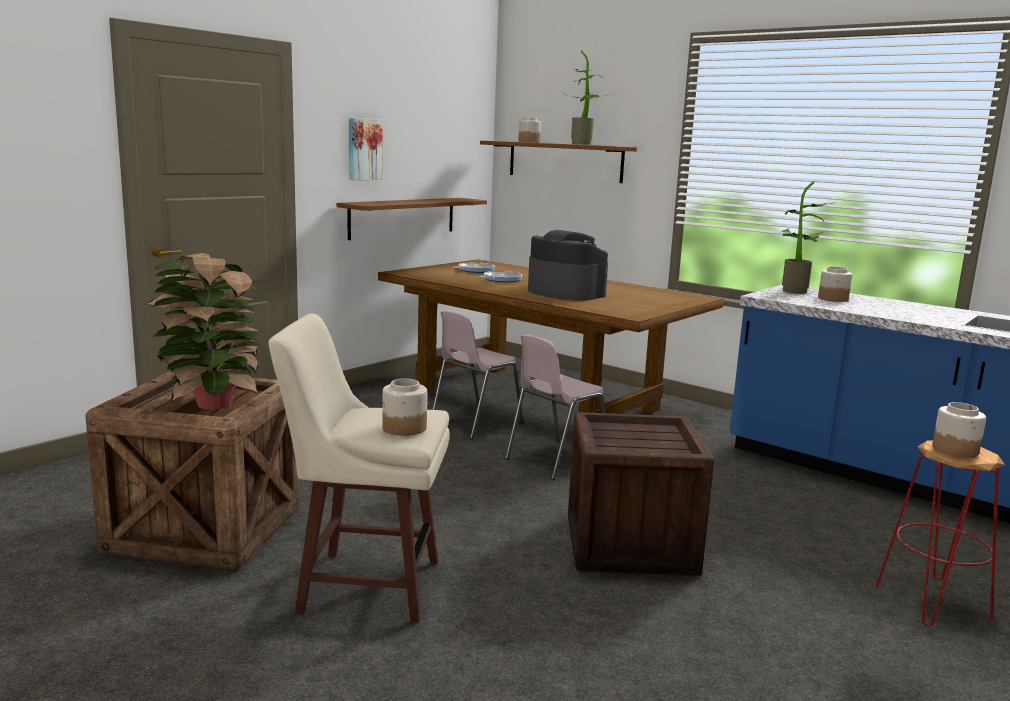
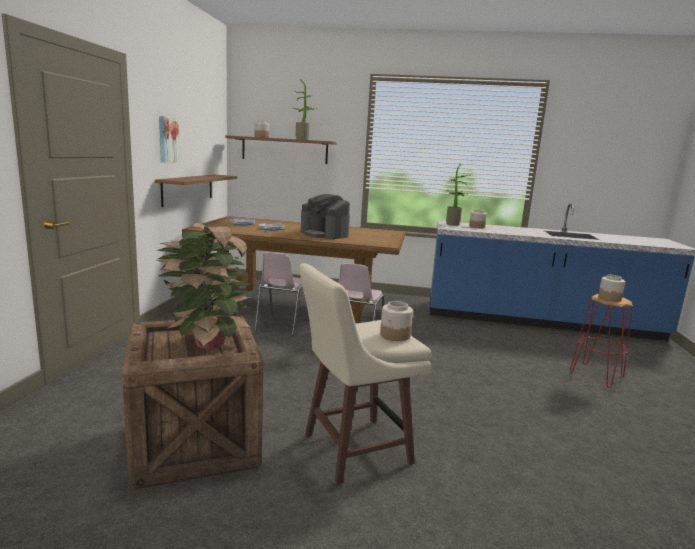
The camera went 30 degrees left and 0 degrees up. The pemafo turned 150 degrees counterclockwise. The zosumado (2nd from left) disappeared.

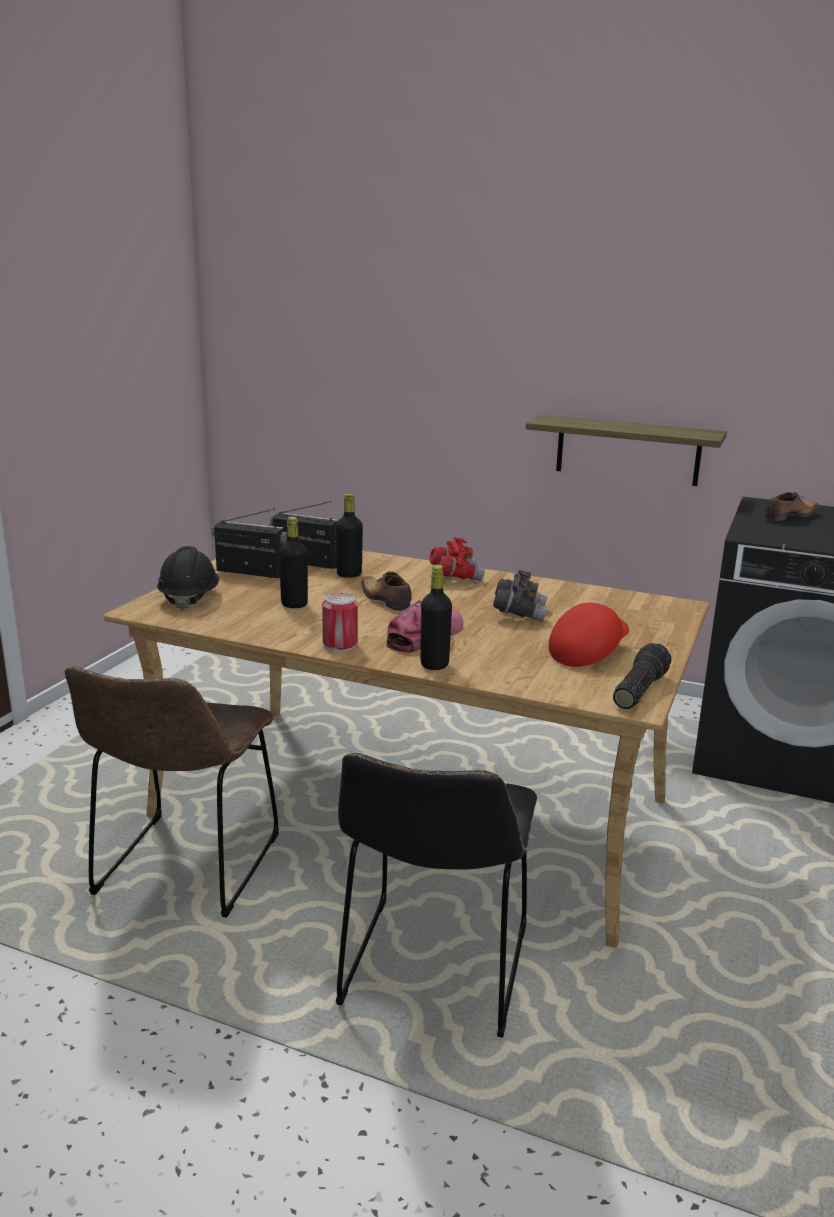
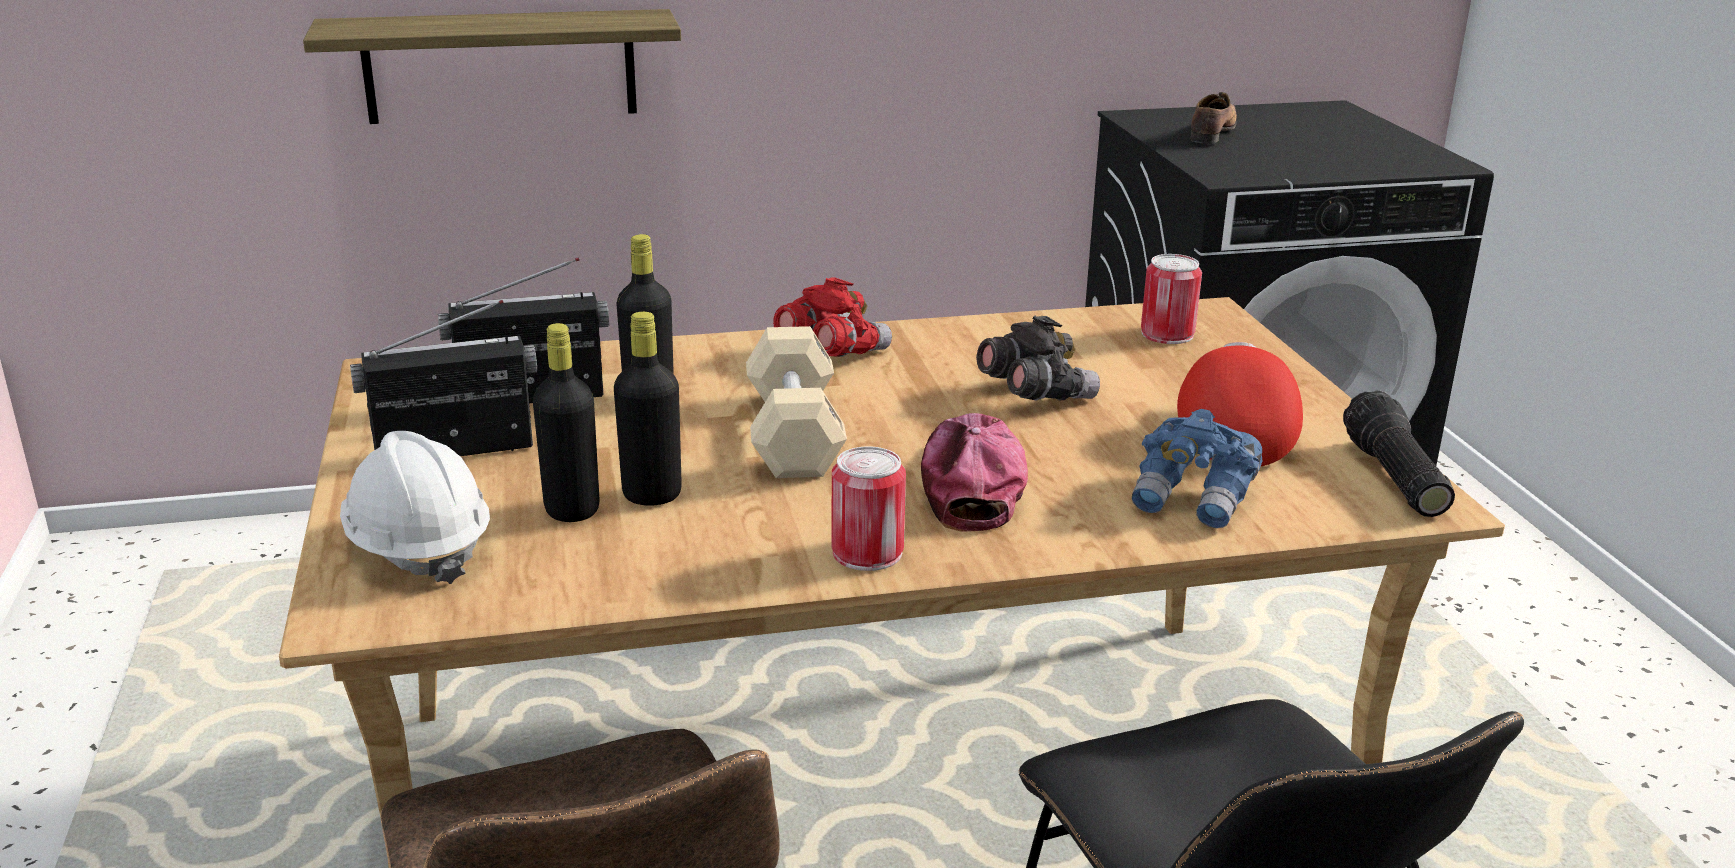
The camera went 35 degrees left and 5 degrees up. The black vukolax became the white vukolax. The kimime (1st from left) was replaced by the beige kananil. The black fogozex (3rd from left in the first image) moved. The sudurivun moved. The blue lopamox appeared. The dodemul (2nd from left) appeared.

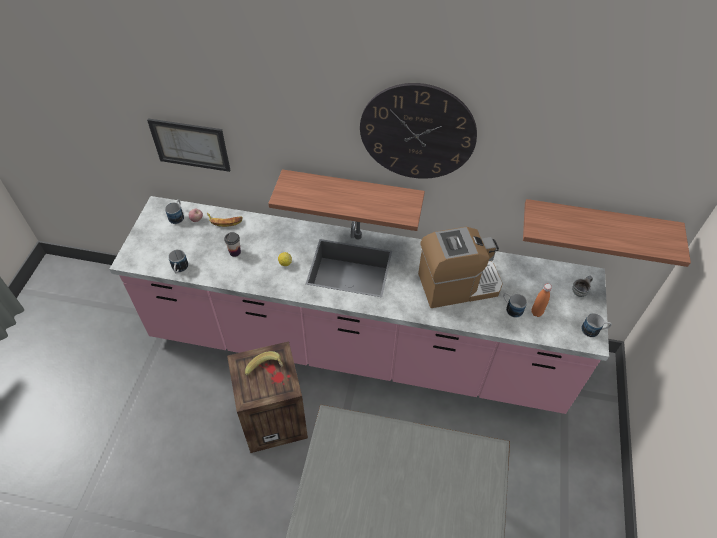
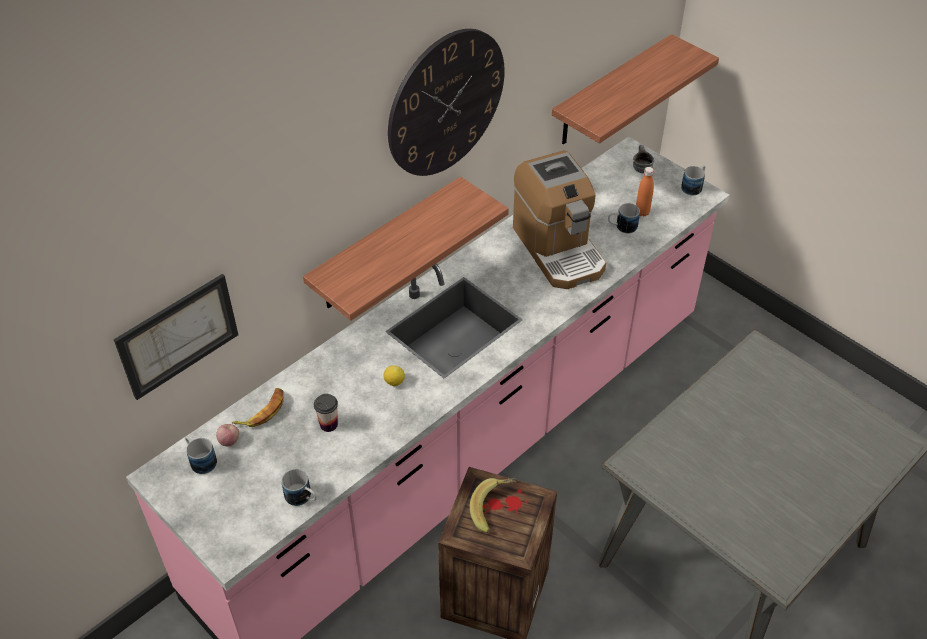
The camera went 55 degrees left and 5 degrees down. The pemafo turned 135 degrees clockwise.

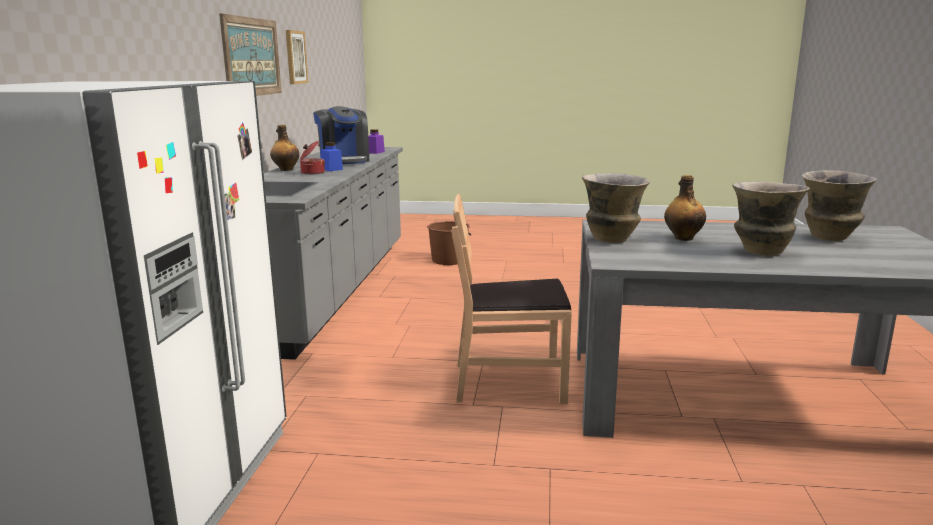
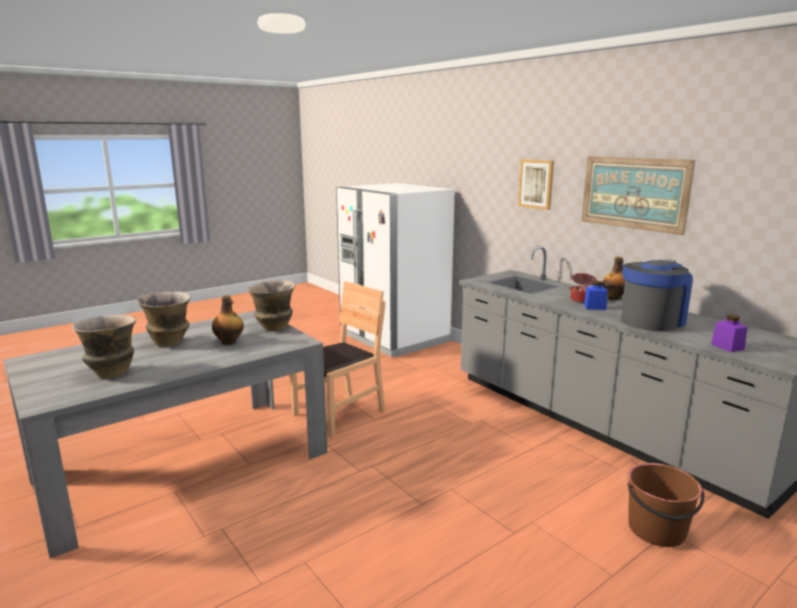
The camera went 135 degrees right and 0 degrees up. The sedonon (2nd from left in the first image) moved. The pemafo turned 120 degrees clockwise.

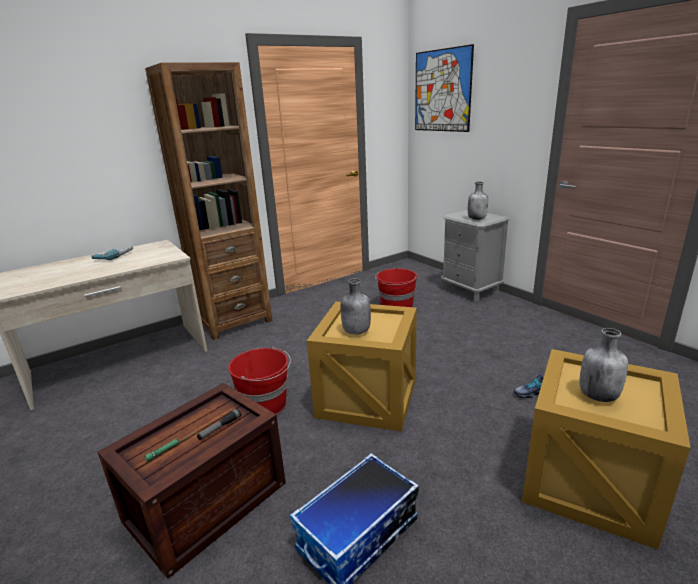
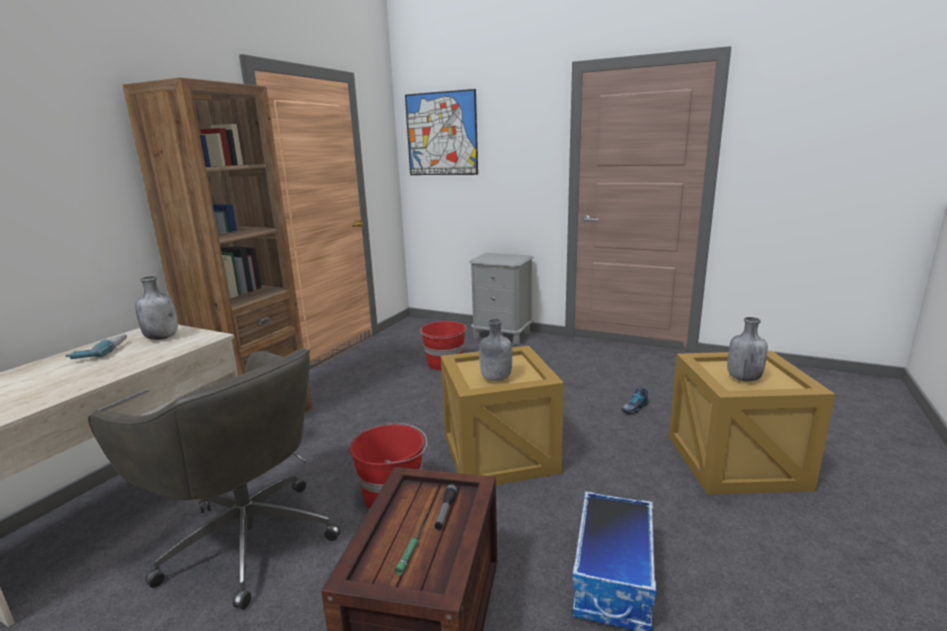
The camera went 30 degrees left and 5 degrees down. The grey fogozex (2nd from left in the first image) moved. The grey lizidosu appeared.

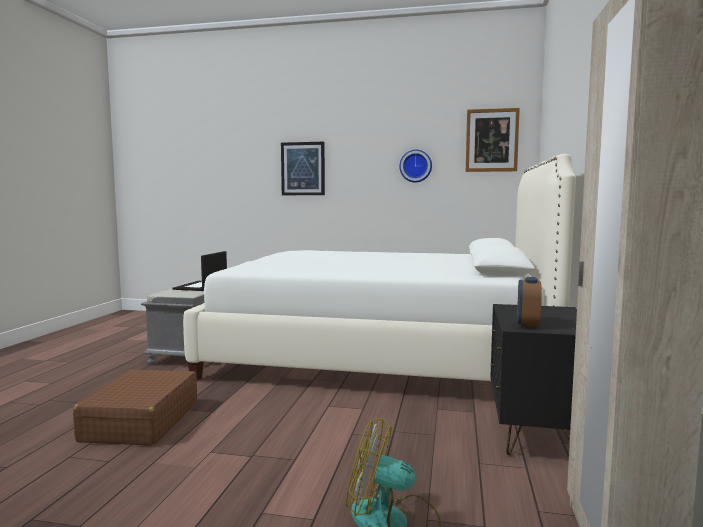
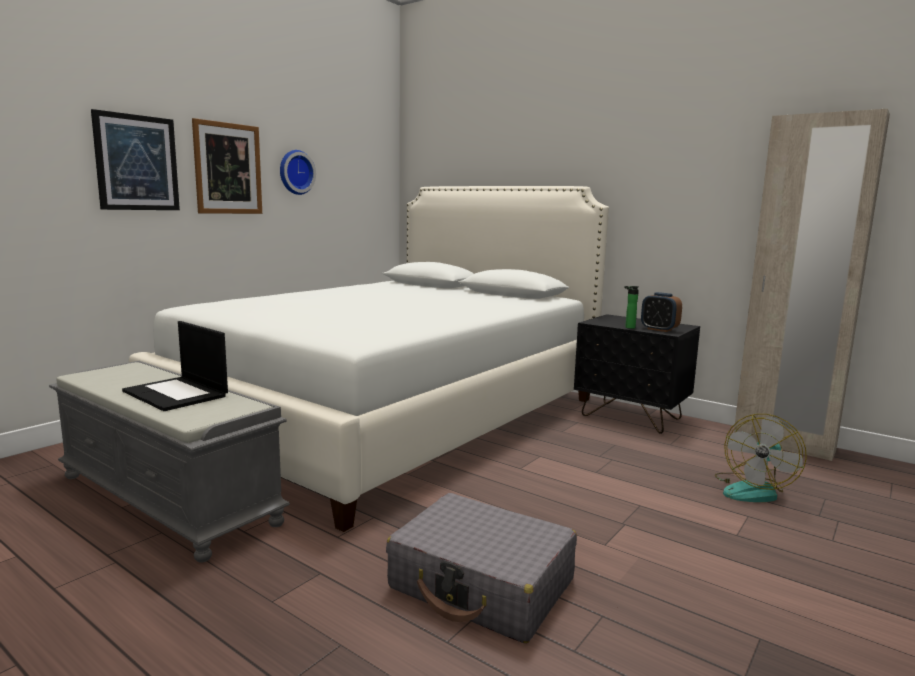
The camera went 65 degrees left and 5 degrees up. The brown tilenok became the grey tilenok. The sedonon (2nd from left) moved. The fogozex appeared.

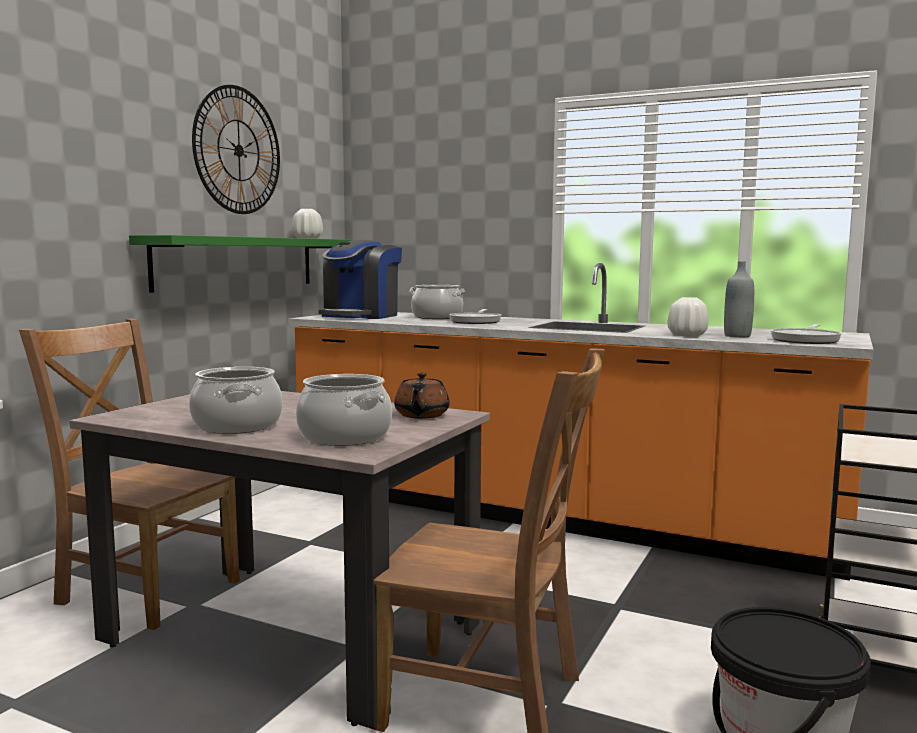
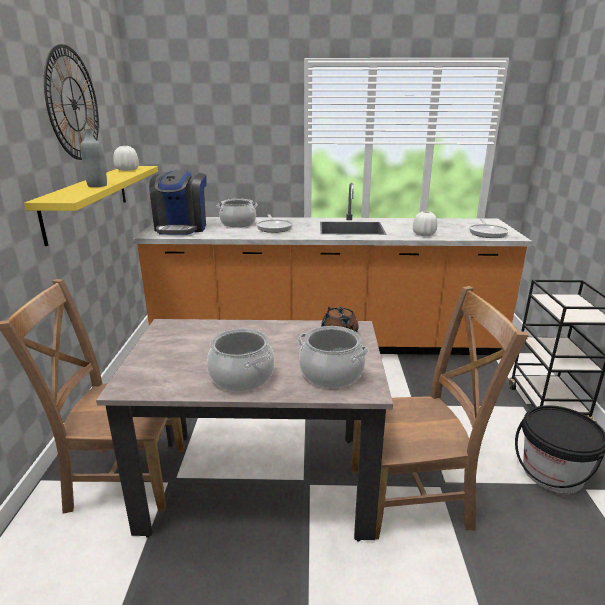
The camera went 25 degrees left and 15 degrees up. The green sudurivun became the yellow sudurivun. The grey fogozex moved.

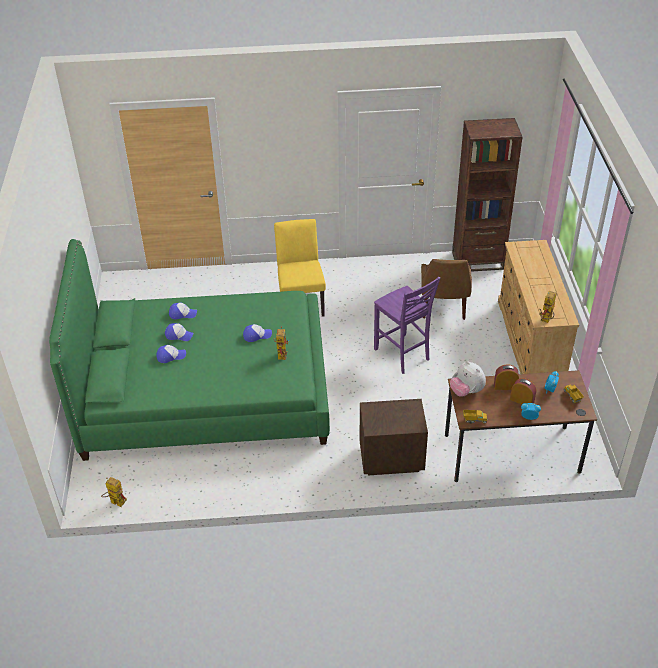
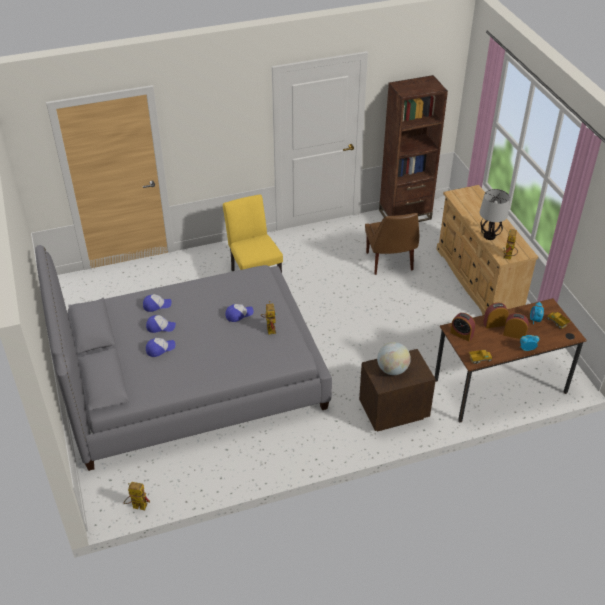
The camera went 15 degrees left and 0 degrees up. The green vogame became the grey vogame. The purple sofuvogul disappeared. The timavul was replaced by the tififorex (1st from left). The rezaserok appeared. The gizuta appeared.

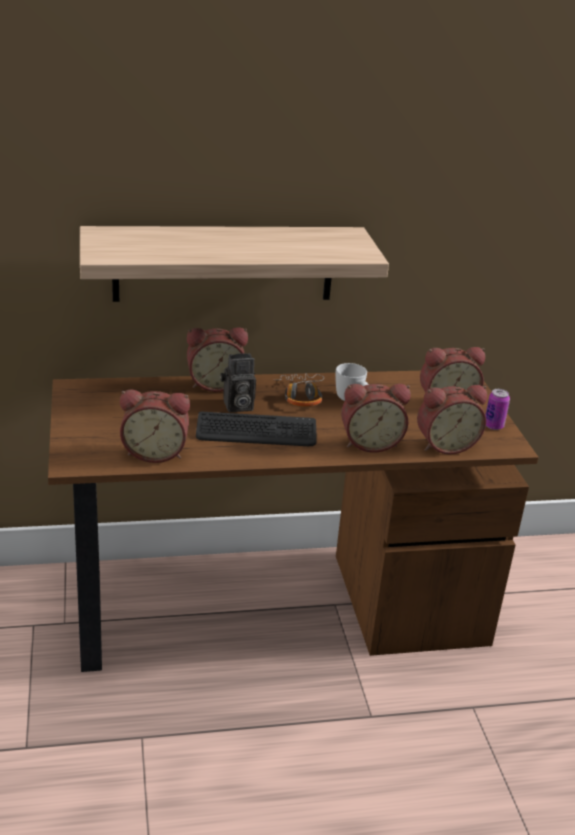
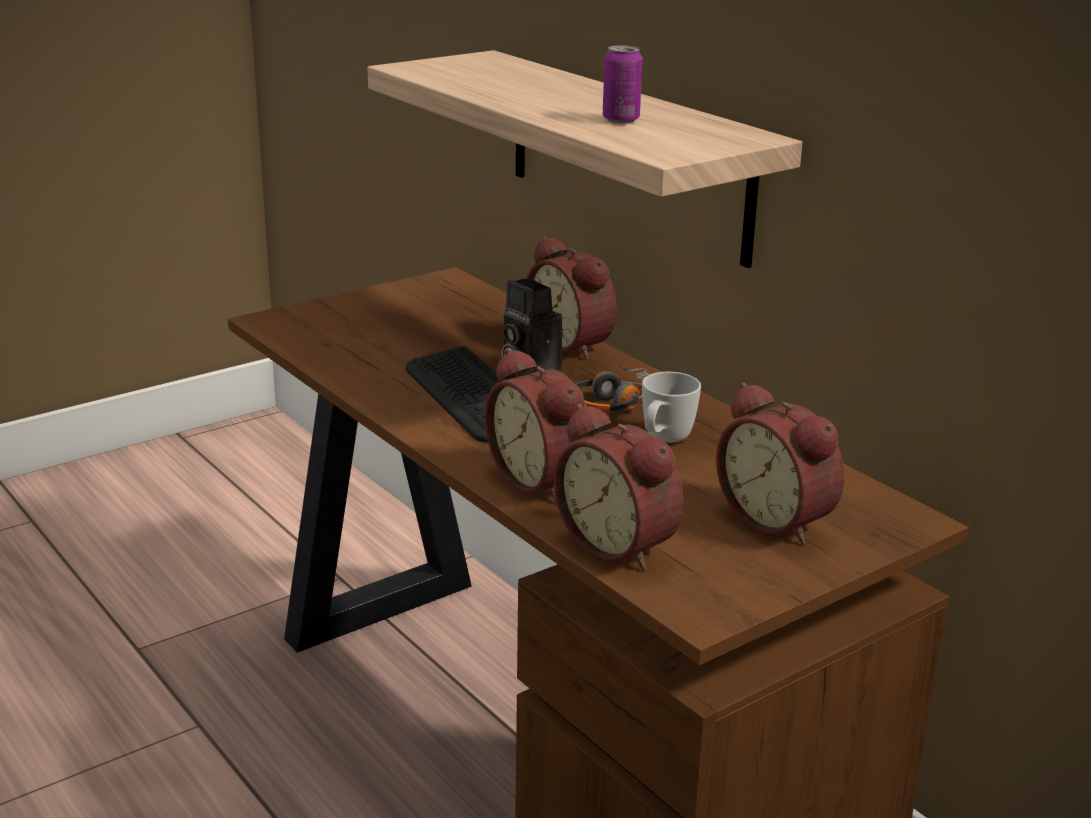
The camera went 65 degrees right and 5 degrees down. The tififorex (1st from left) disappeared. The dodemul moved.

